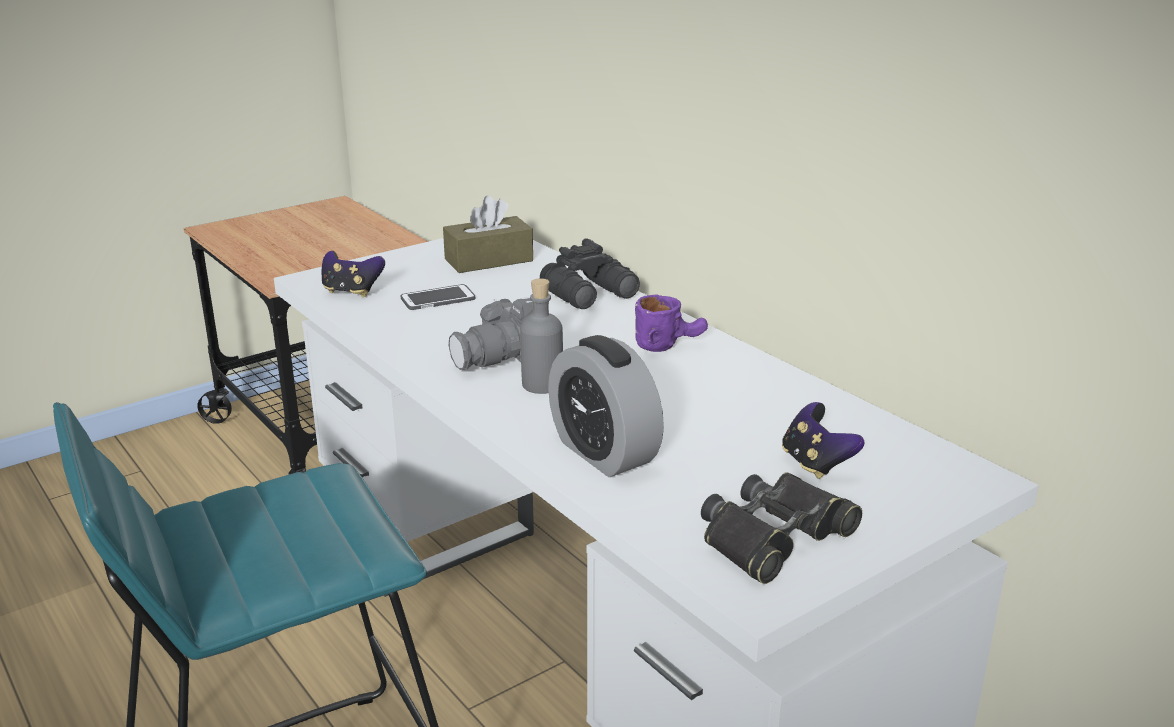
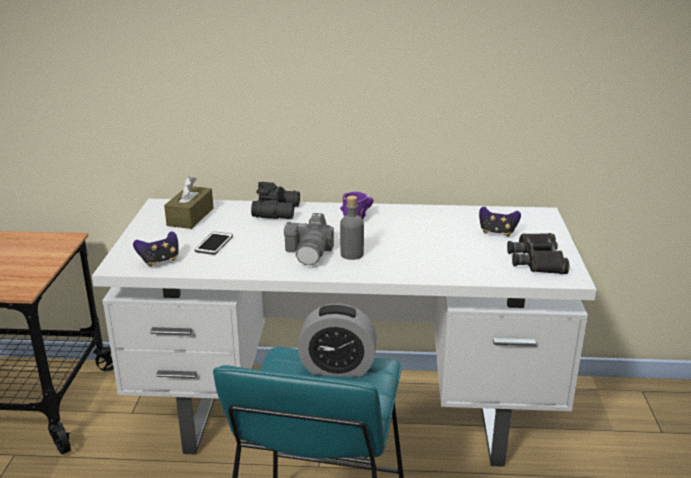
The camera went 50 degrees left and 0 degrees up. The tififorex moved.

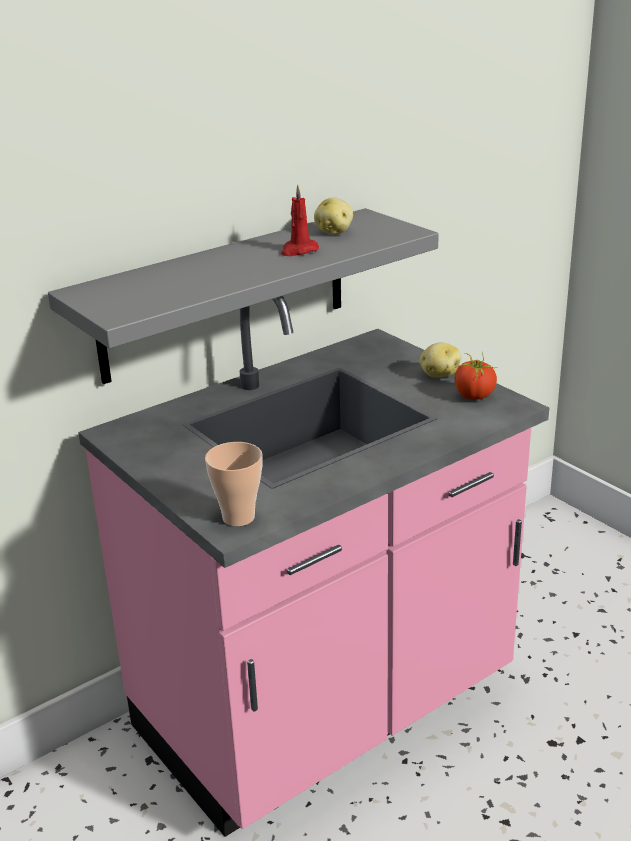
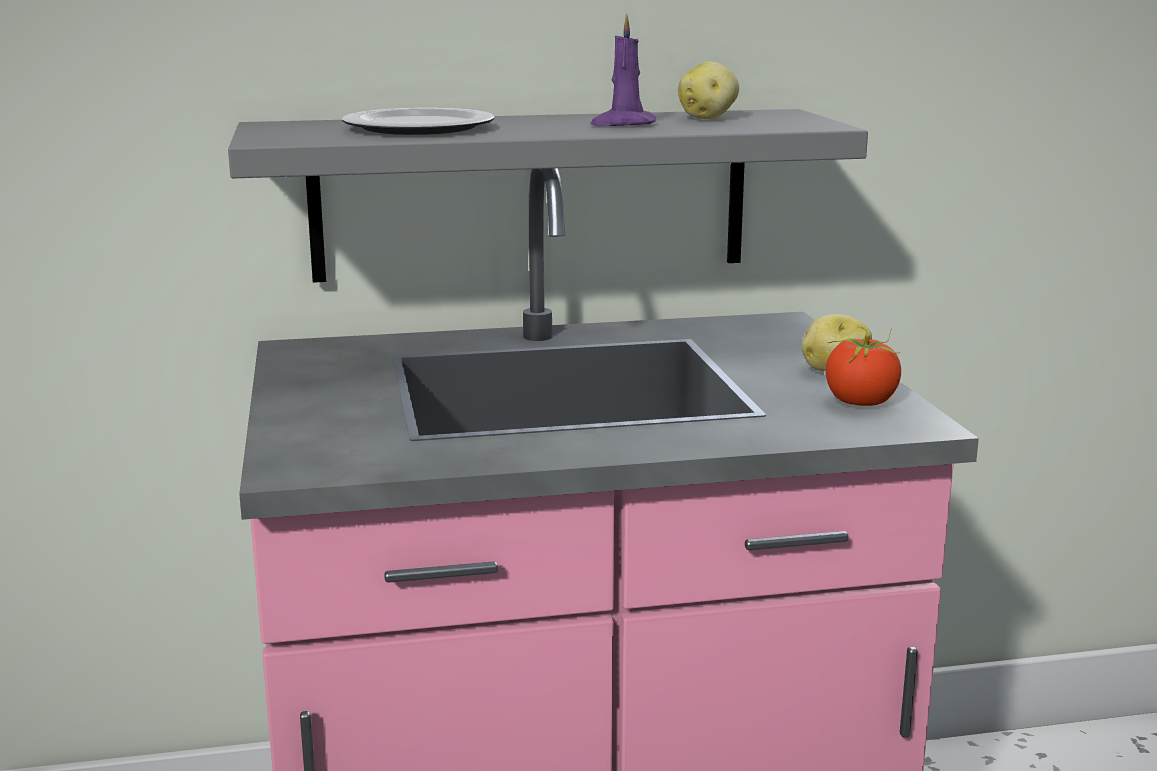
The camera went 25 degrees right and 10 degrees down. The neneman disappeared. The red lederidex became the purple lederidex. The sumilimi appeared.

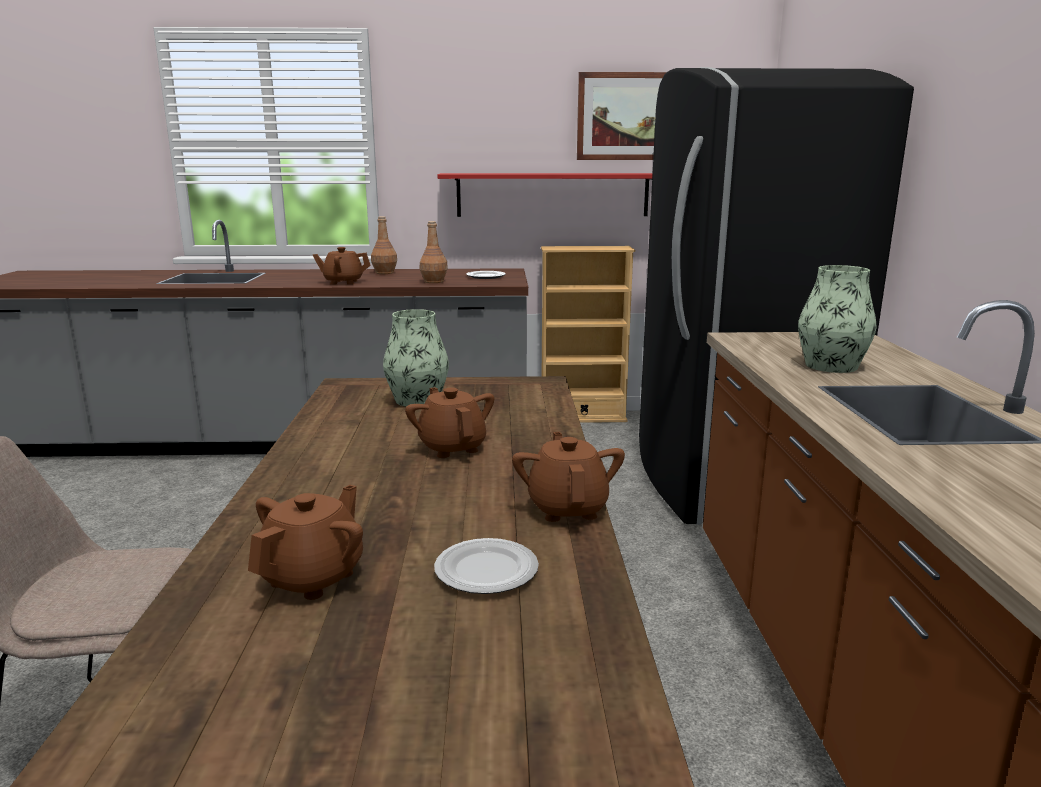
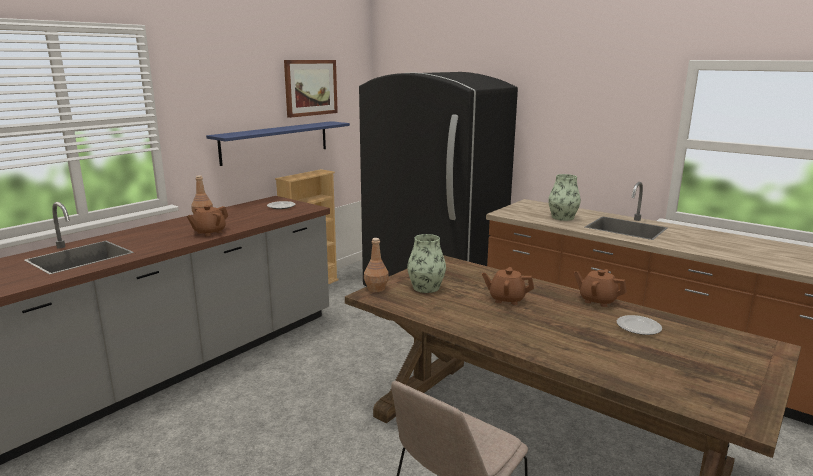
The camera went 50 degrees left and 0 degrees up. The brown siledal (1st from left) disappeared. The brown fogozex (2nd from left) moved. The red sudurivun became the blue sudurivun.

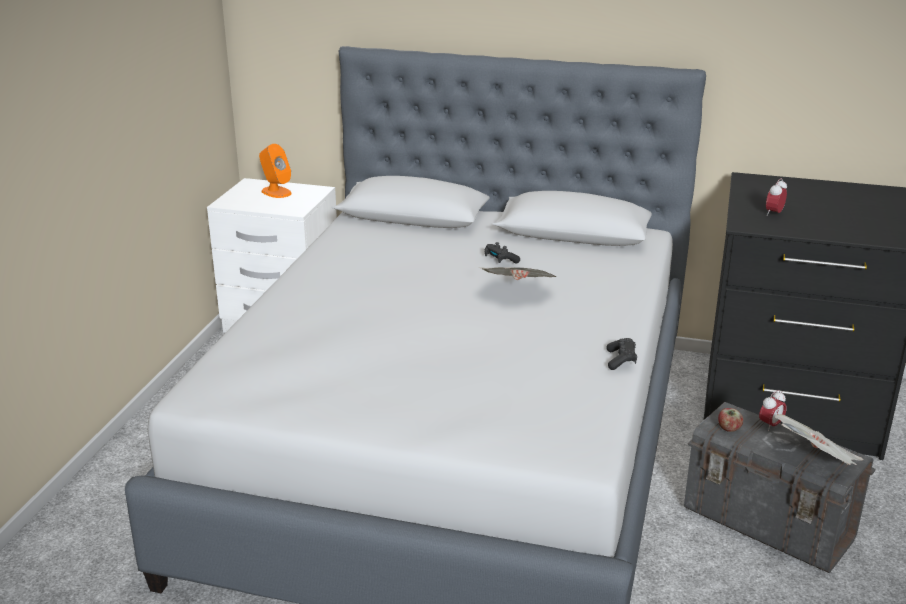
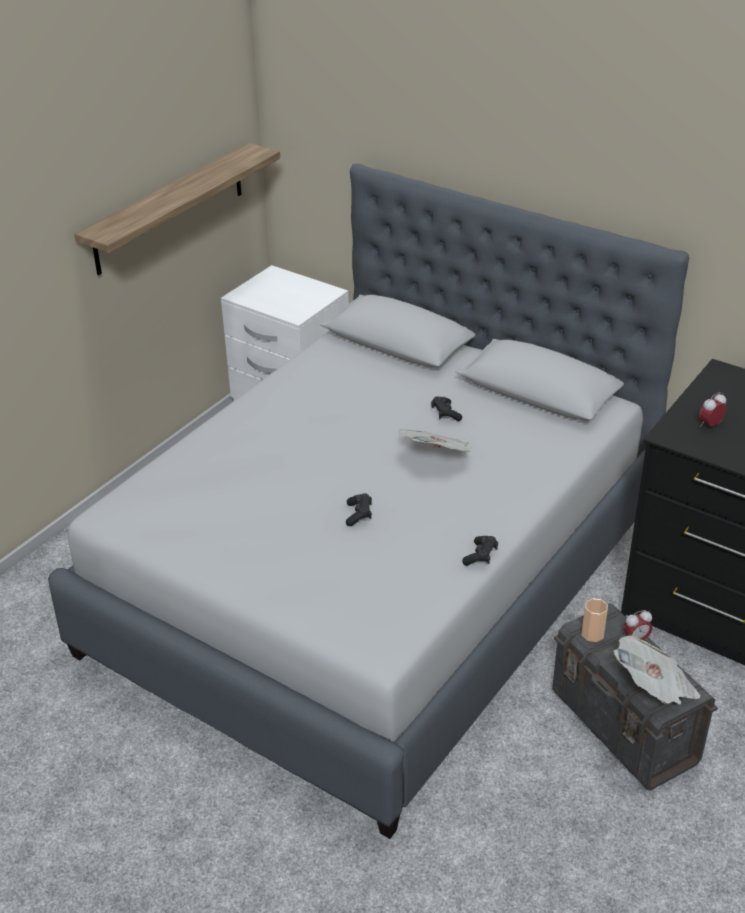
The camera went 20 degrees right and 10 degrees up. The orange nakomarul disappeared. The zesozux was replaced by the neneman. The sudurivun appeared. The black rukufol (1st from left) appeared.

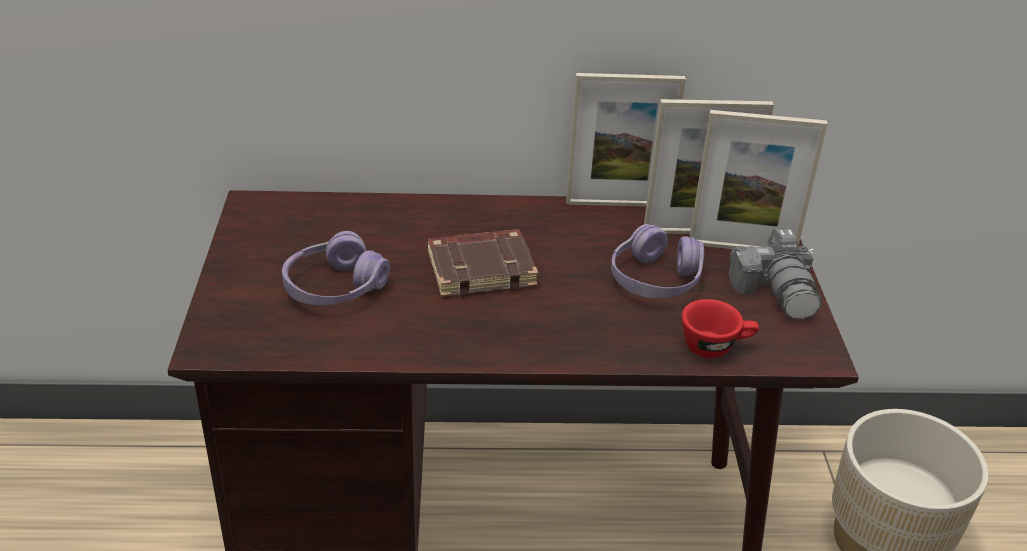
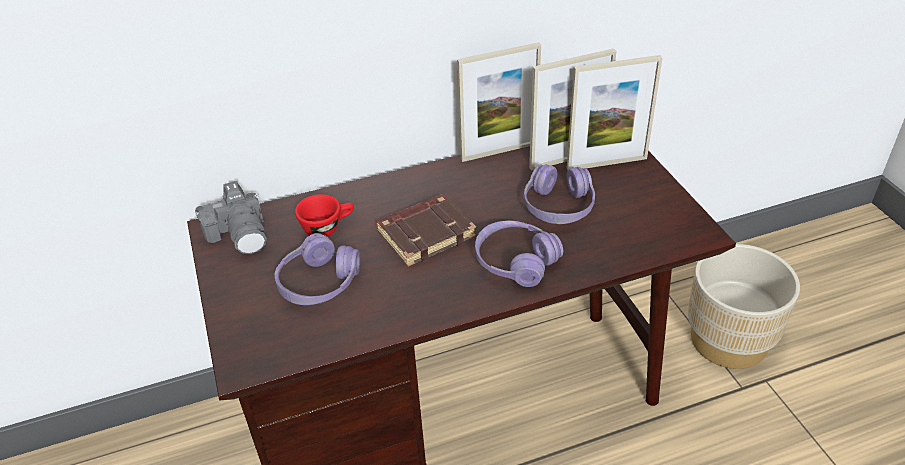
The camera went 15 degrees left and 5 degrees up. The red neneman moved. The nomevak moved. The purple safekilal (2nd from left) appeared.

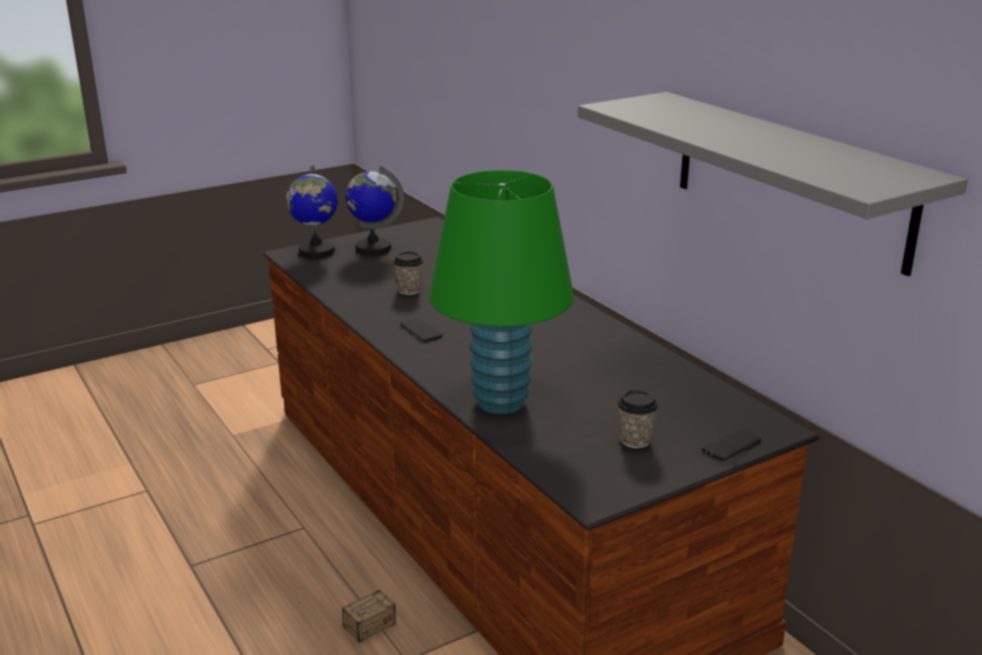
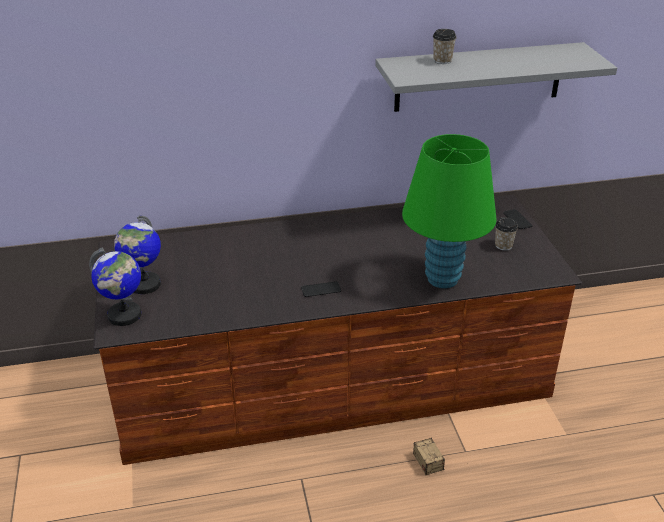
The camera went 70 degrees left and 10 degrees up. The neneman (1st from left) moved.

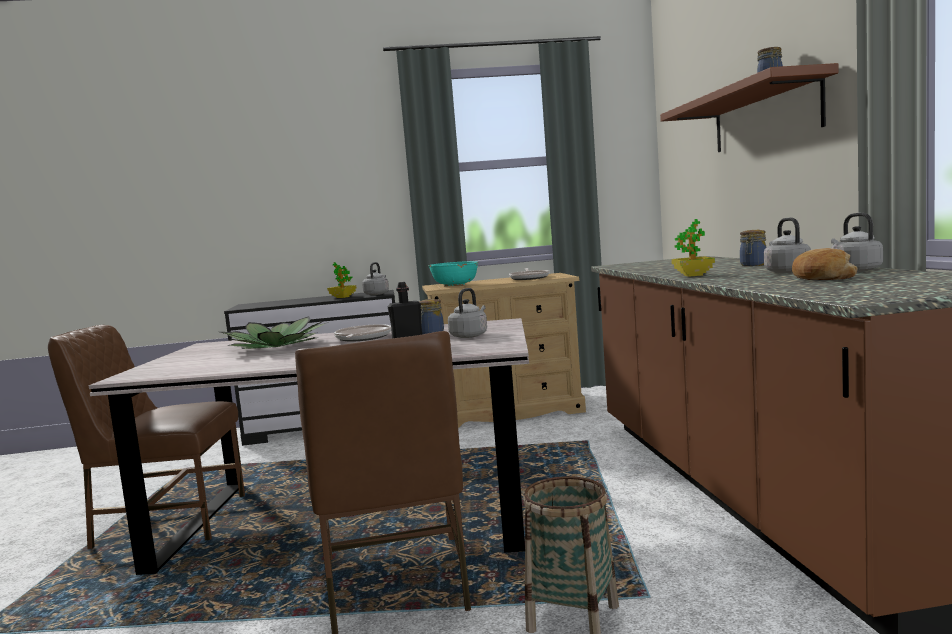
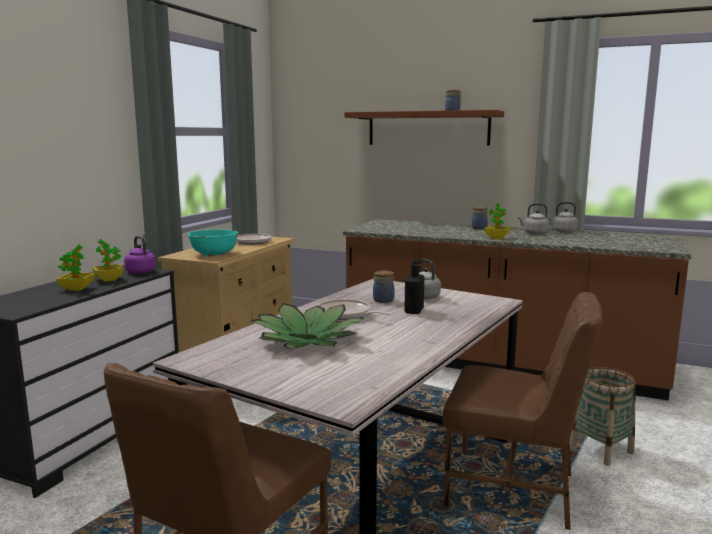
The camera went 60 degrees left and 5 degrees up. The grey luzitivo (1st from left) became the purple luzitivo. The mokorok disappeared. The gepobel (1st from left) appeared.

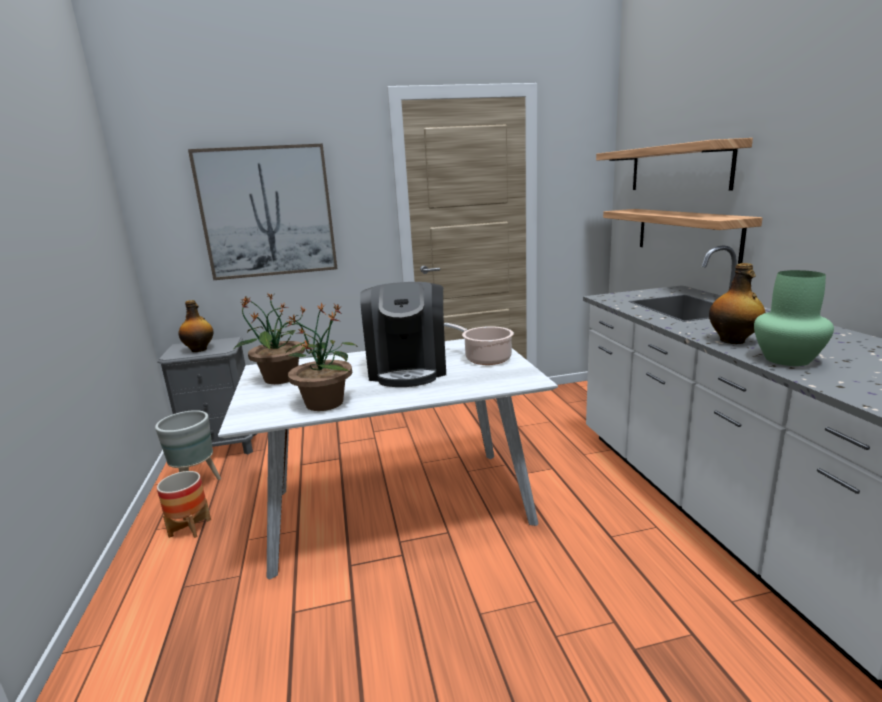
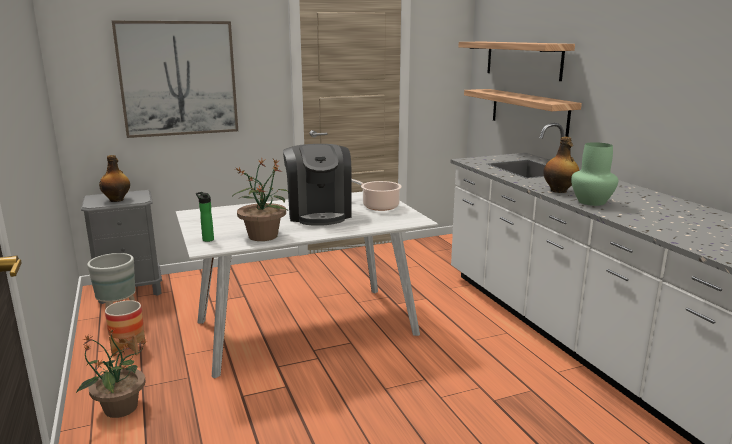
The camera went 10 degrees left and 0 degrees up. The gepobel (1st from left) moved. The fogozex (2nd from left) appeared.

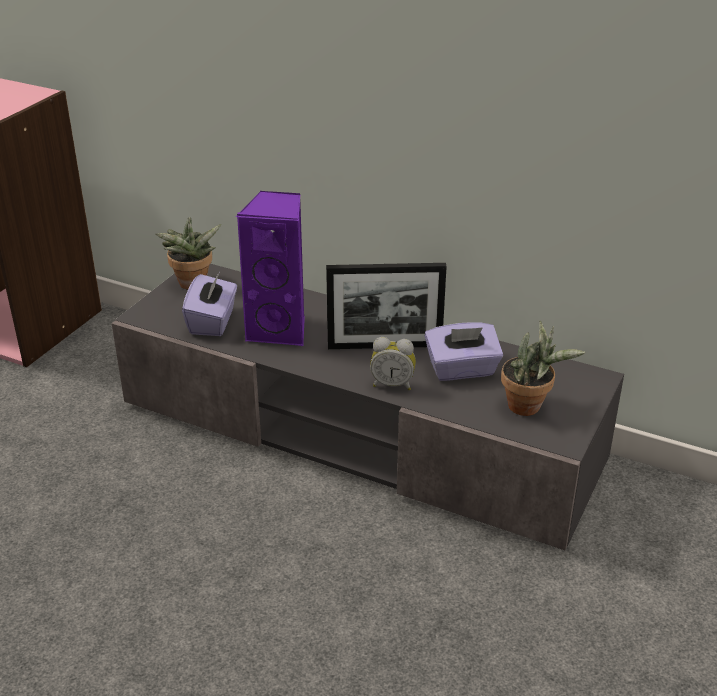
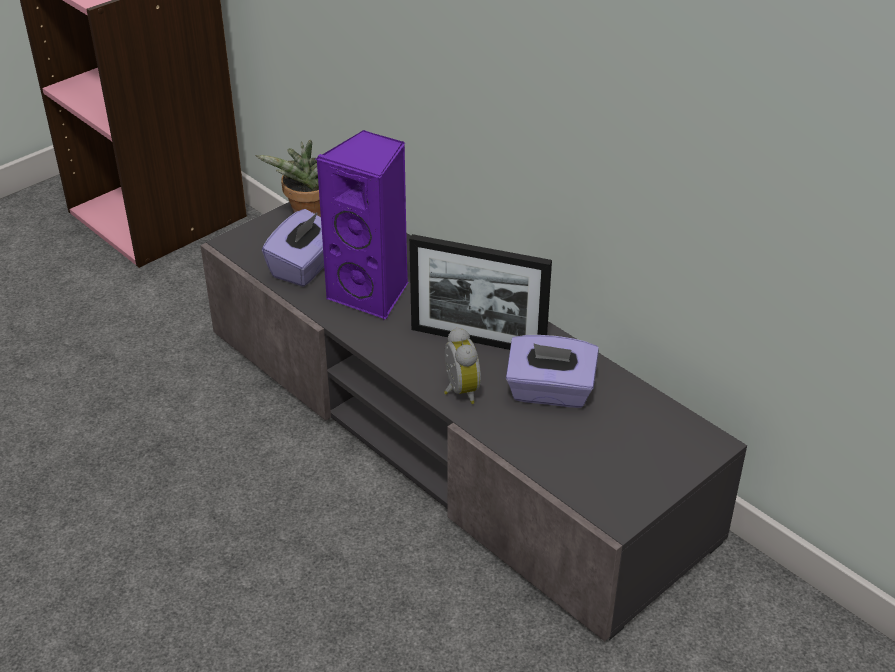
The camera went 20 degrees right and 5 degrees up. The tififorex turned 135 degrees counterclockwise. The gepobel (2nd from left) disappeared.

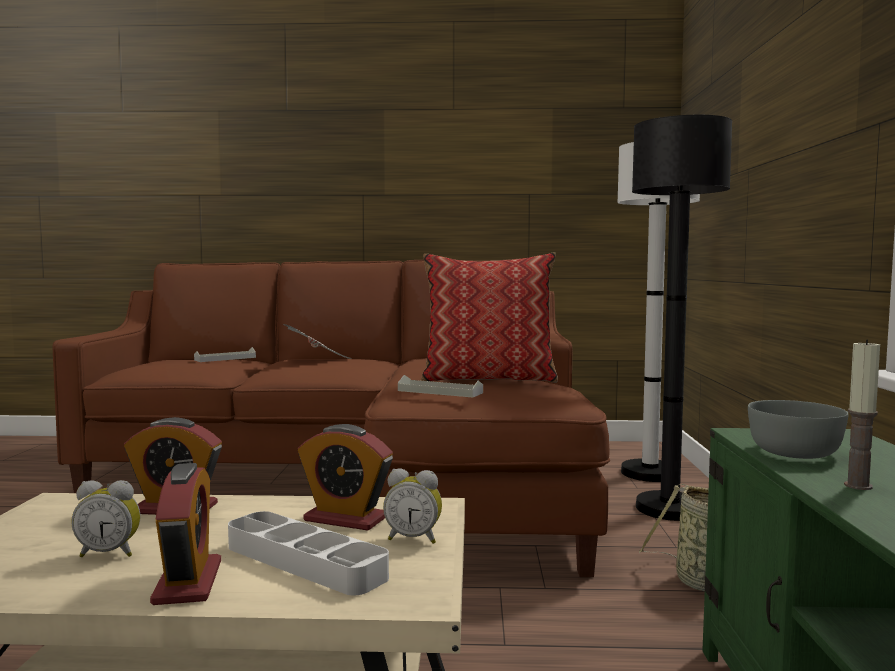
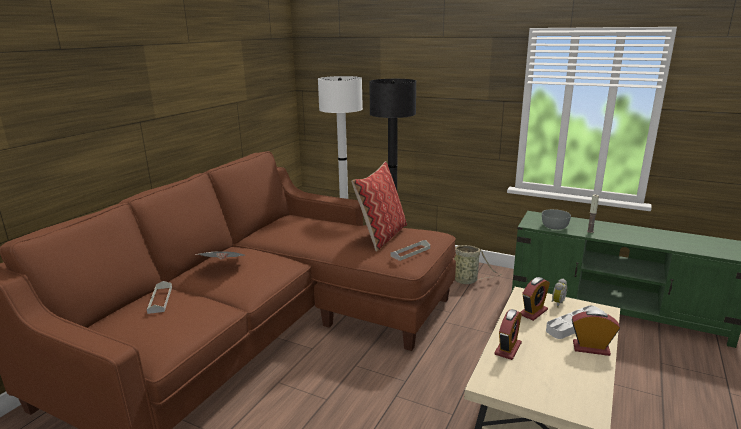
The camera went 65 degrees left and 15 degrees up. The tififorex (1st from left) disappeared.

